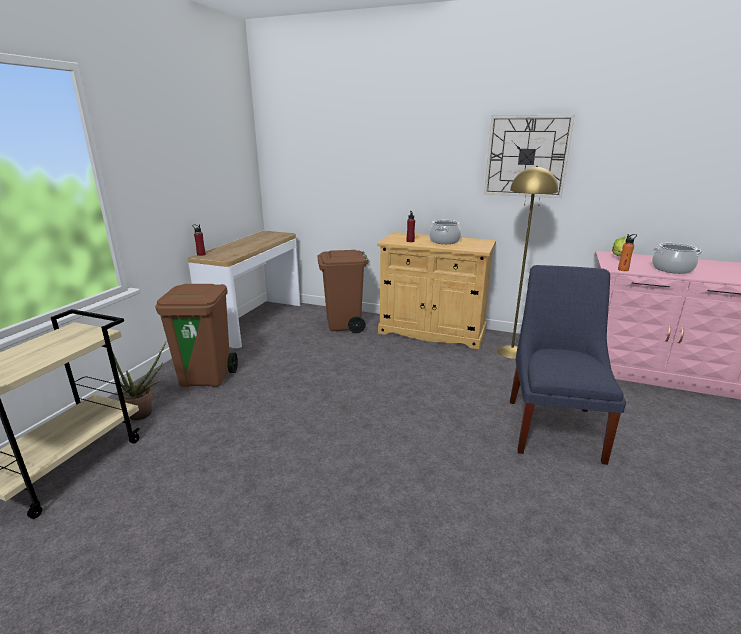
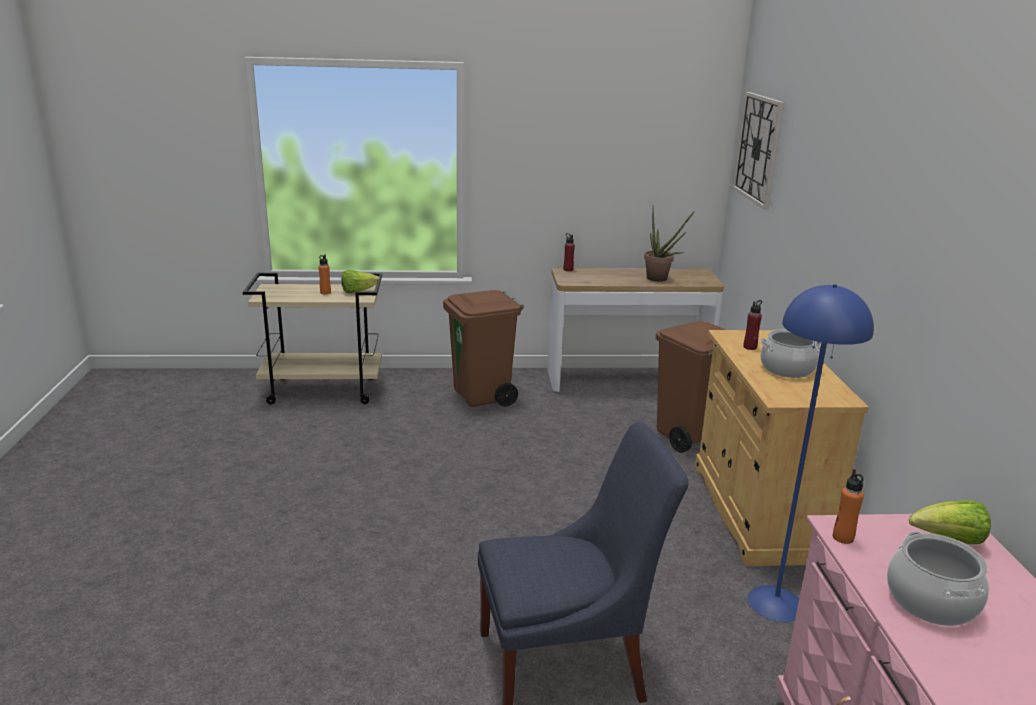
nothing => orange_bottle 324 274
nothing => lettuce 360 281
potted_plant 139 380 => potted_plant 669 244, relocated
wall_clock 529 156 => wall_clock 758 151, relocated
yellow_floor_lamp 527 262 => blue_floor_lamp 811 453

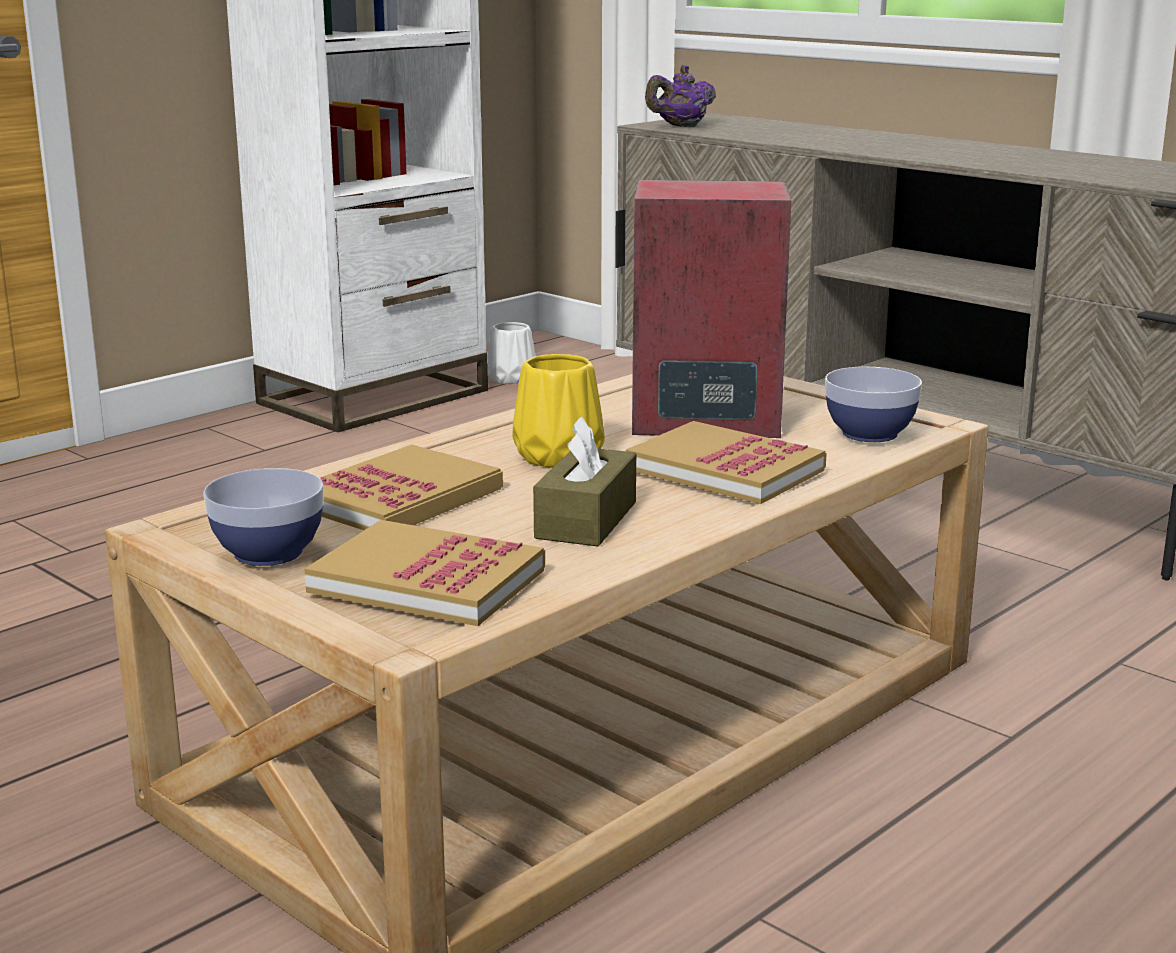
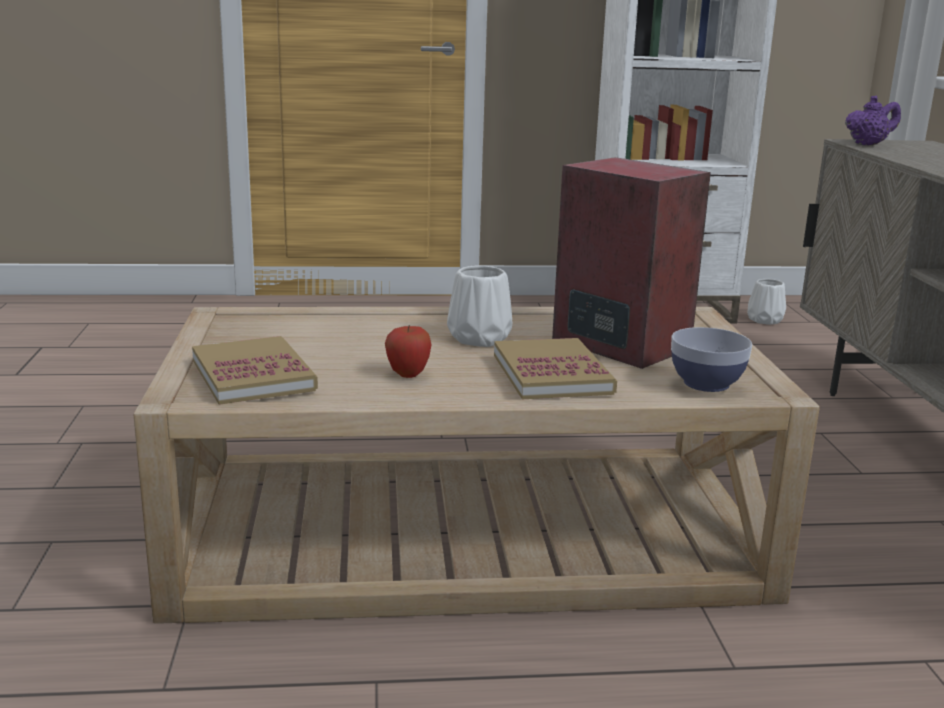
bowl 264 517 => nothing
book 411 487 => nothing
brown_tissue_box 584 481 => apple 408 351
yellow_vase 558 411 => white_vase 479 306
purple_teapot 680 96 => purple_teapot 873 121, 150 degrees clockwise

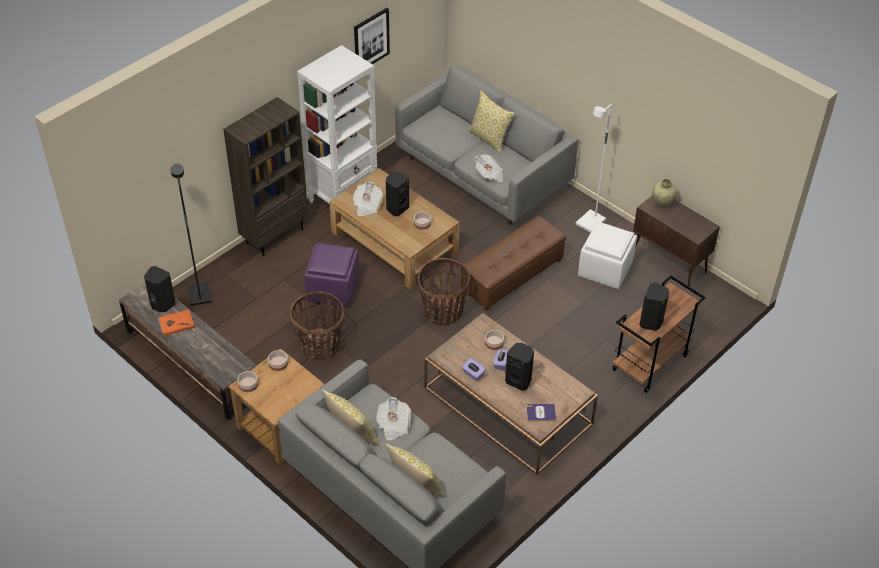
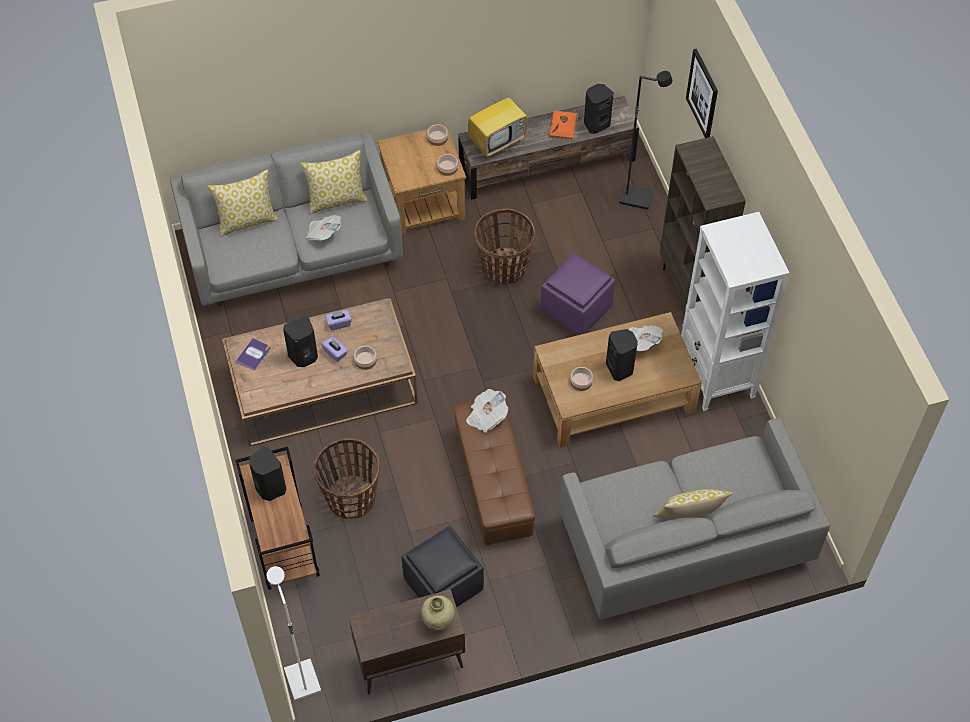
nothing => television 497 125
picture 372 36 => picture 702 93, relocated
basket 443 291 => basket 347 478, relocated
newspaper 489 168 => newspaper 487 411, relocated
white_floor_lamp 594 168 => white_floor_lamp 294 633, relocated
white_ottoman 607 255 => black_ottoman 443 566

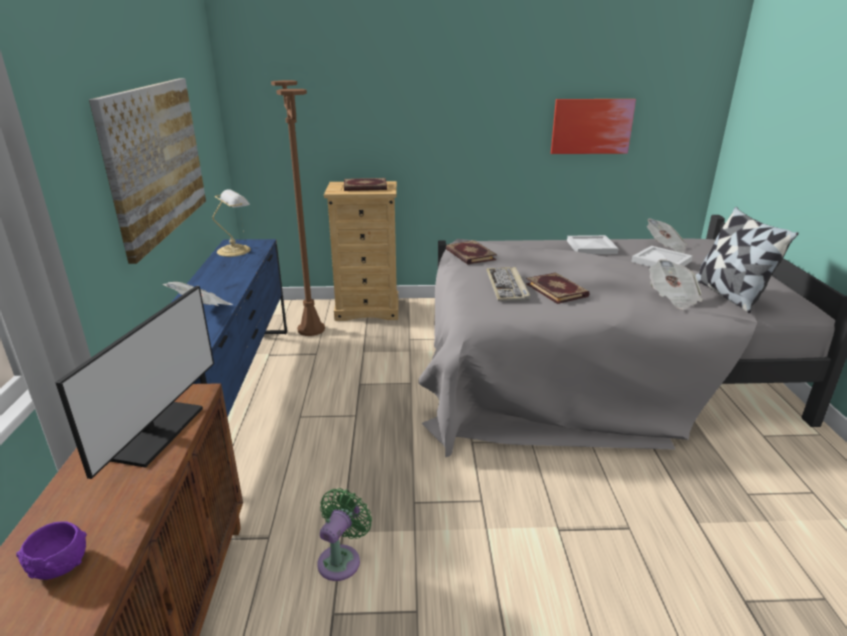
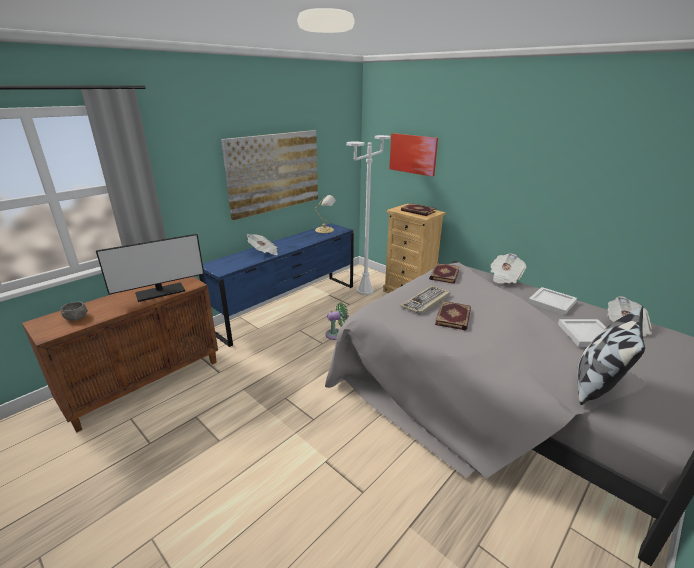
green_fan 344 534 => green_fan 337 321, relocated
picture 593 126 => picture 413 155, relocated
newspaper 676 284 => newspaper 508 268, relocated
purple_bowl 51 550 => grey_bowl 74 311
brown_floor_lamp 298 208 => white_floor_lamp 368 215

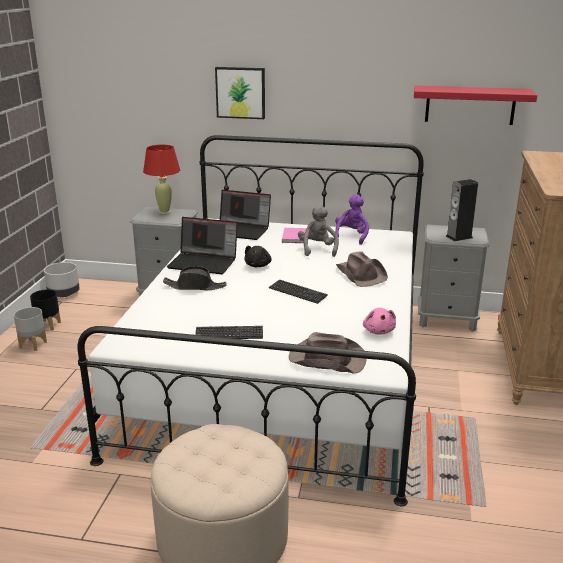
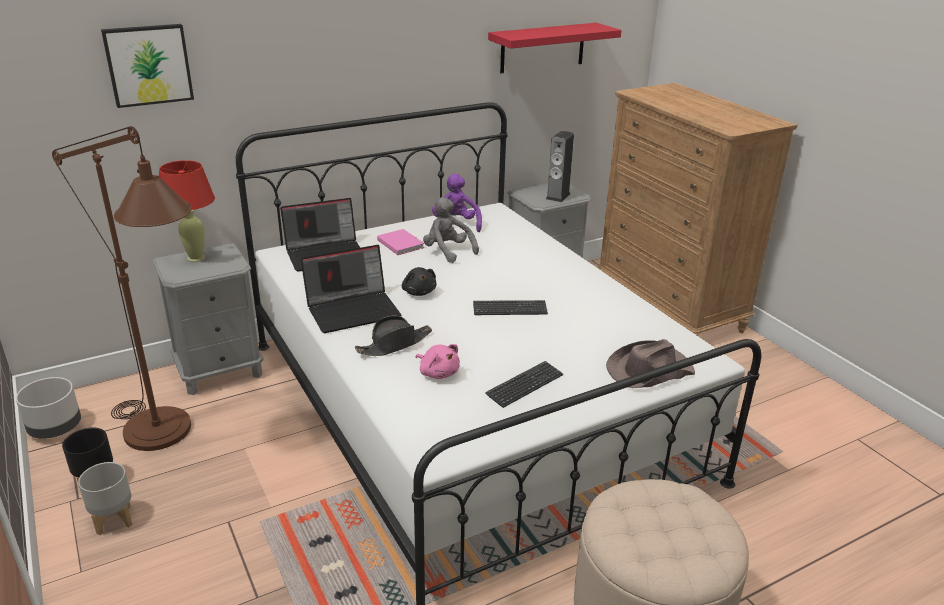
brown_hat 362 269 => nothing
nothing => brown_floor_lamp 121 288
picture 240 93 => picture 147 66, relocated
pink_plush_toy 379 321 => pink_plush_toy 438 361, relocated

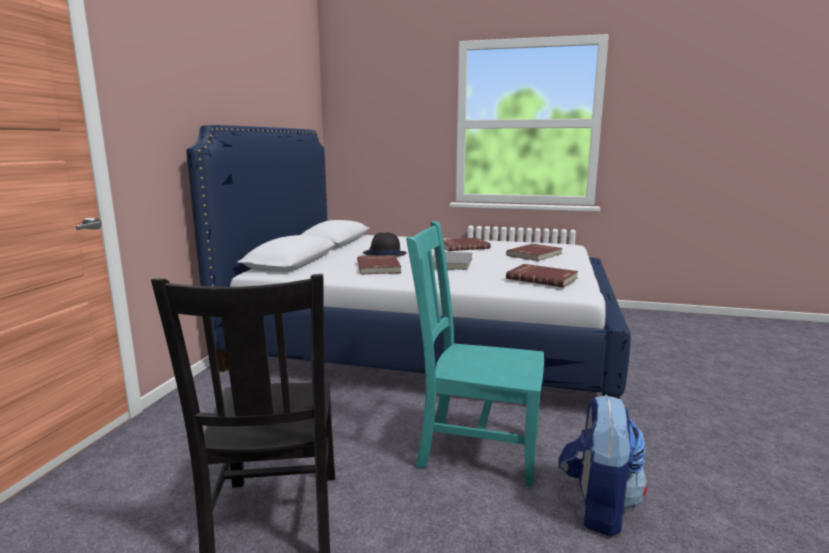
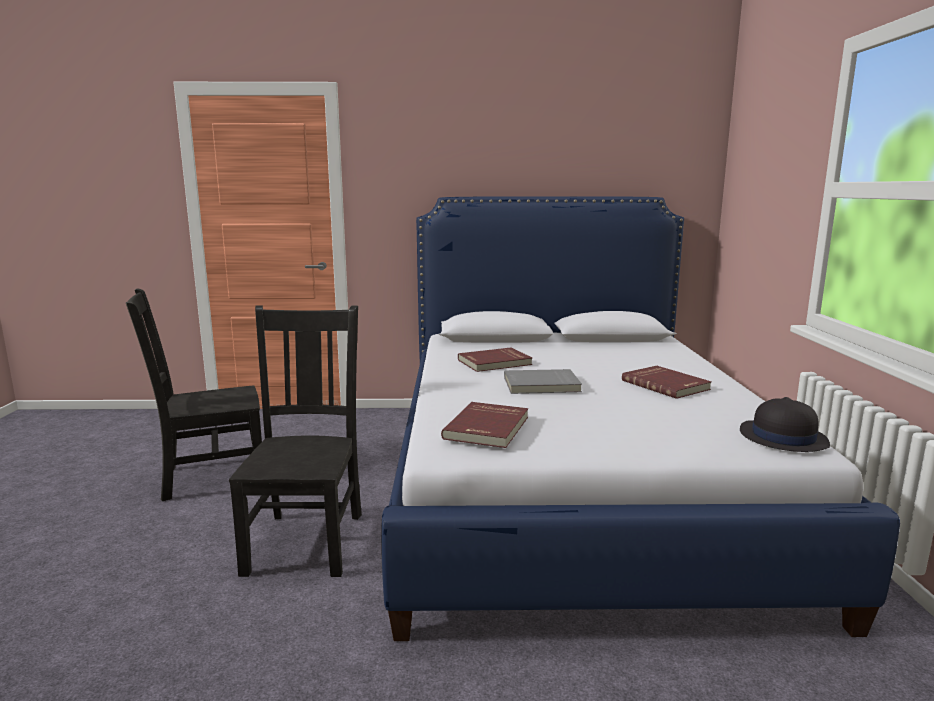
red_book 534 252 => nothing
backpack 602 465 => nothing
black_hat 384 244 => black_hat 785 424, relocated
turquoise_chair 475 354 => black_chair 295 441

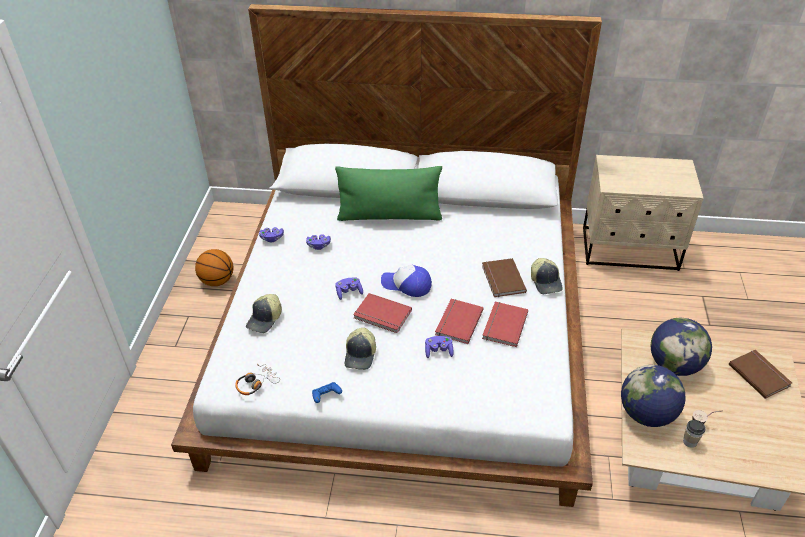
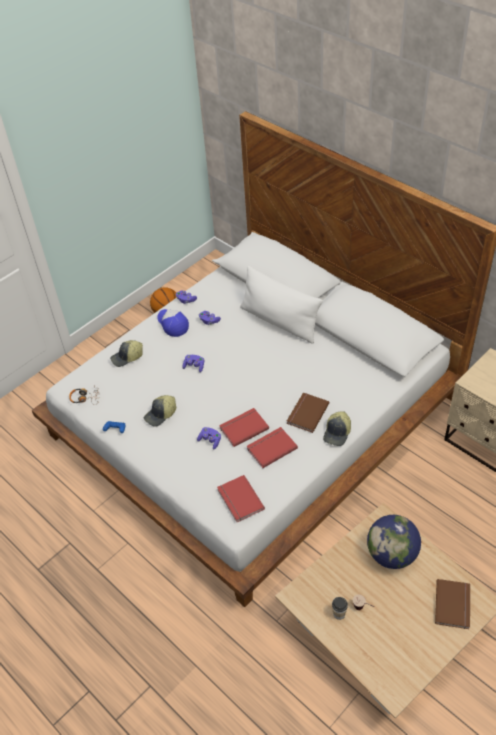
globe 653 396 => nothing
red_book 382 313 => red_book 241 498, relocated
cap 406 281 => cap 173 323, relocated
green_pillow 388 193 => white_pillow 281 305

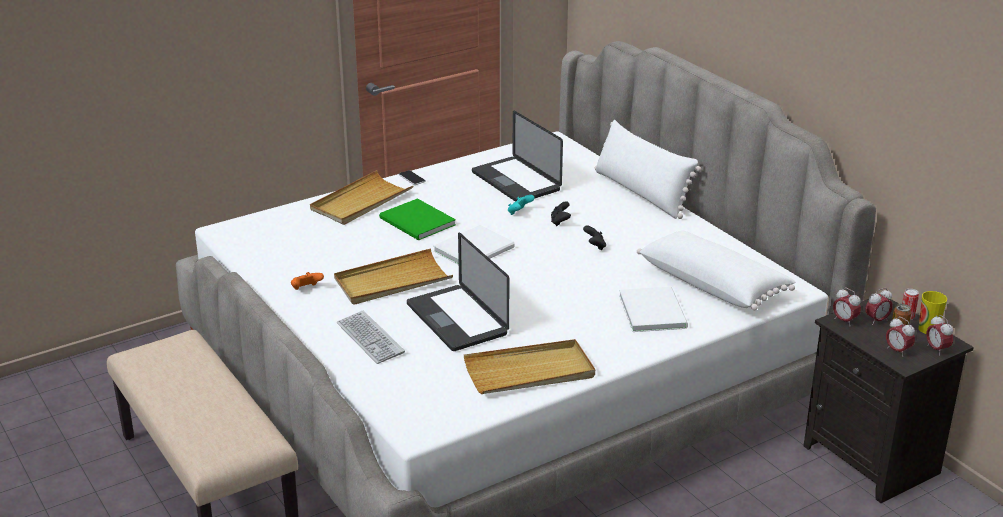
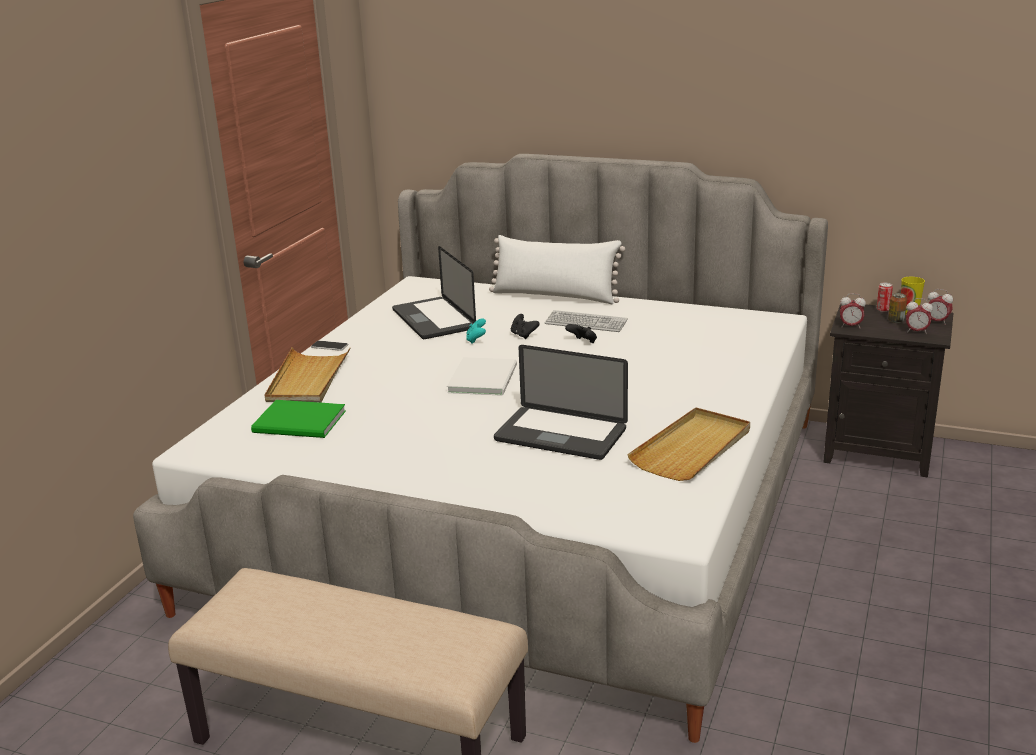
orange_game_controller 307 281 => nothing
beige_tray 393 276 => nothing
white_book 653 309 => nothing
white_pillow 716 270 => nothing
alarm_clock 879 306 => nothing
keyboard 371 337 => keyboard 586 321, relocated
green_book 417 219 => green_book 298 419, relocated
laptop 517 156 => laptop 434 292, 45 degrees clockwise

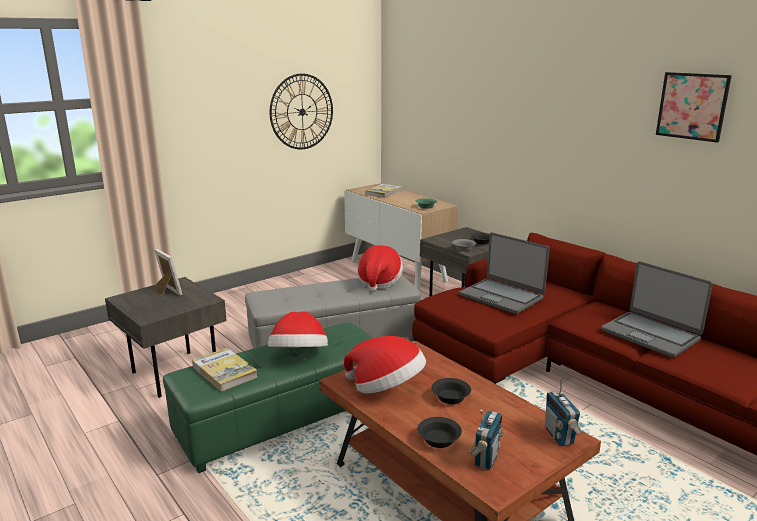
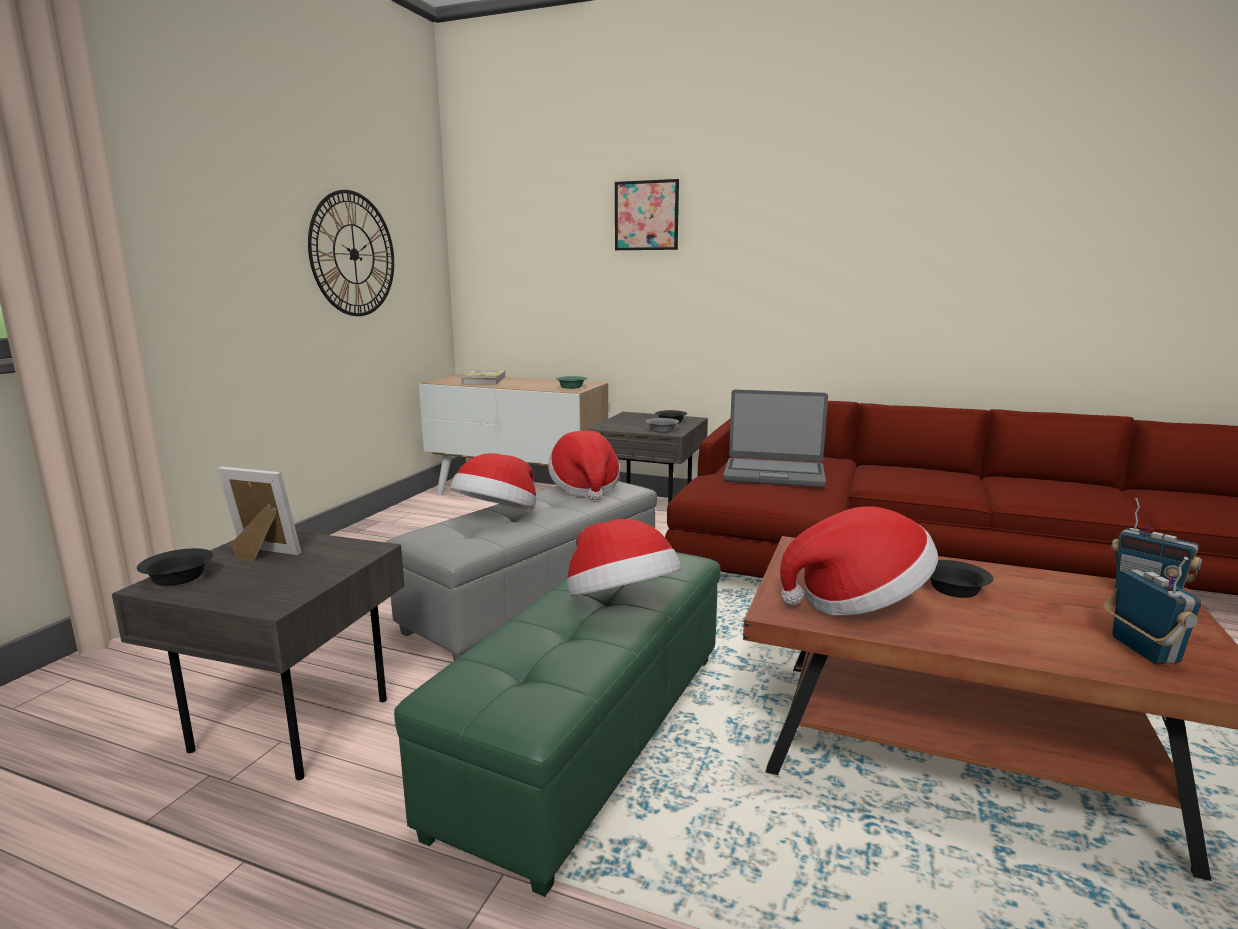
book 225 370 => nothing
laptop 657 309 => nothing
nothing => hat 493 481
black_bowl 440 432 => black_bowl 175 567, relocated
picture 694 107 => picture 647 214, relocated

